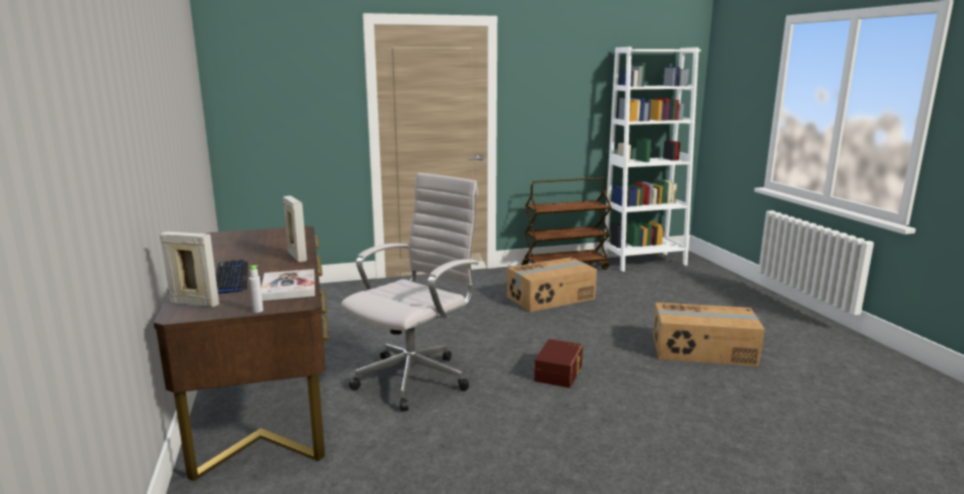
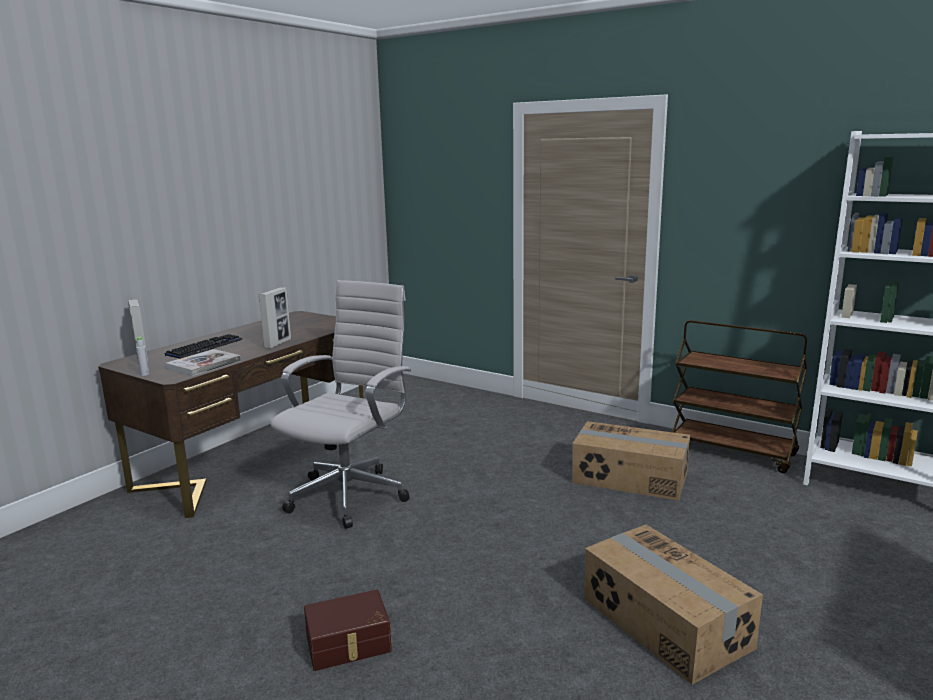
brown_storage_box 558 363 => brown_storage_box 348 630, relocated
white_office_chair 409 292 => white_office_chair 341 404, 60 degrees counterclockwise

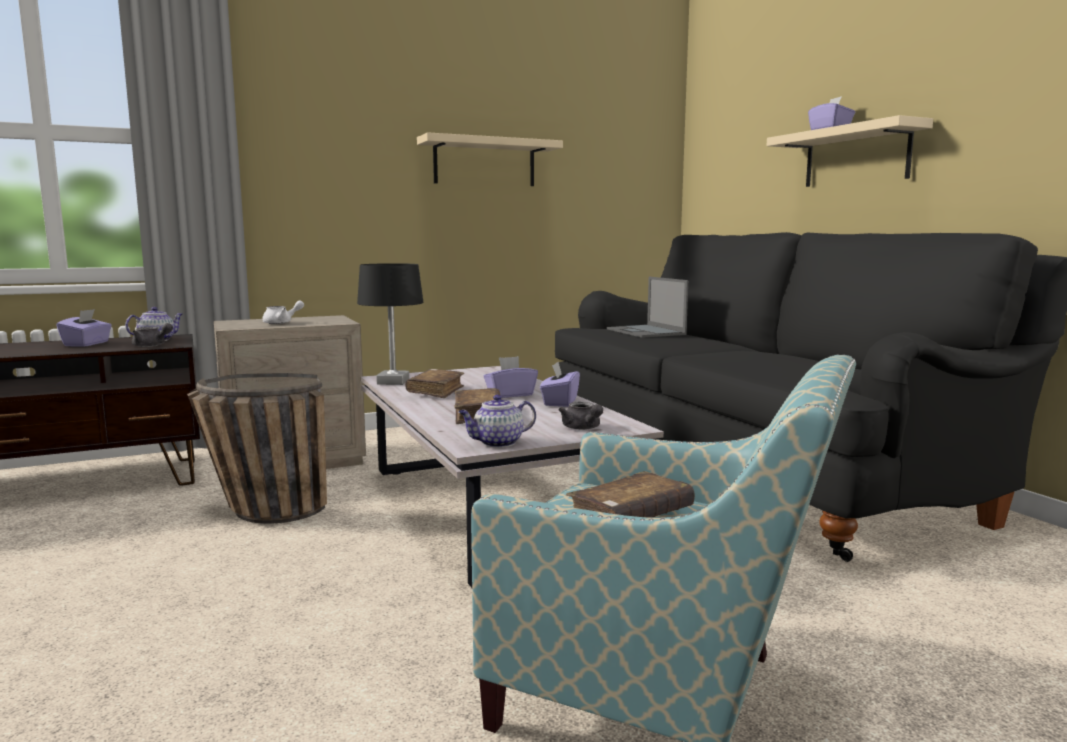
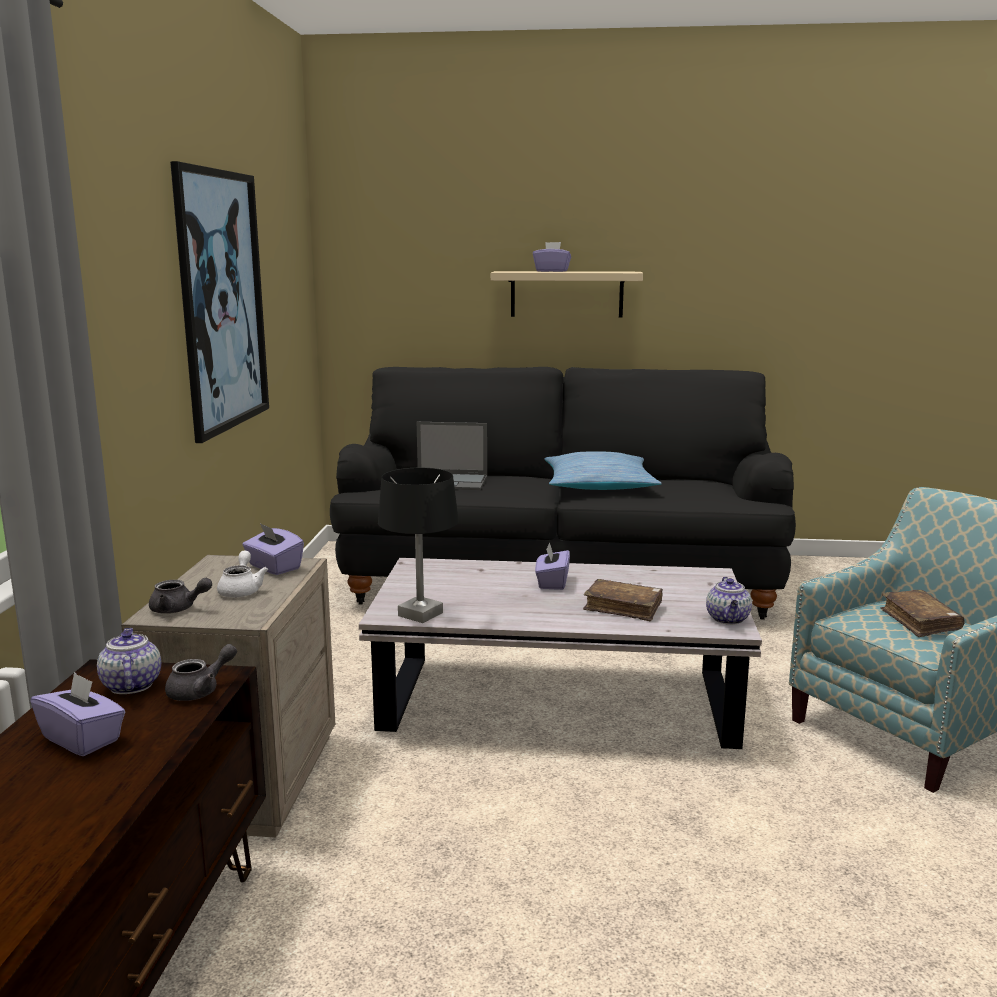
basket 257 448 => nothing
brown_book 434 383 => nothing
nothing => pillow 603 470
purple_tissue_box 560 384 => purple_tissue_box 273 549, relocated
grey_teapot 581 416 => grey_teapot 180 596, relocated
beige_shelf 490 159 => picture 219 302

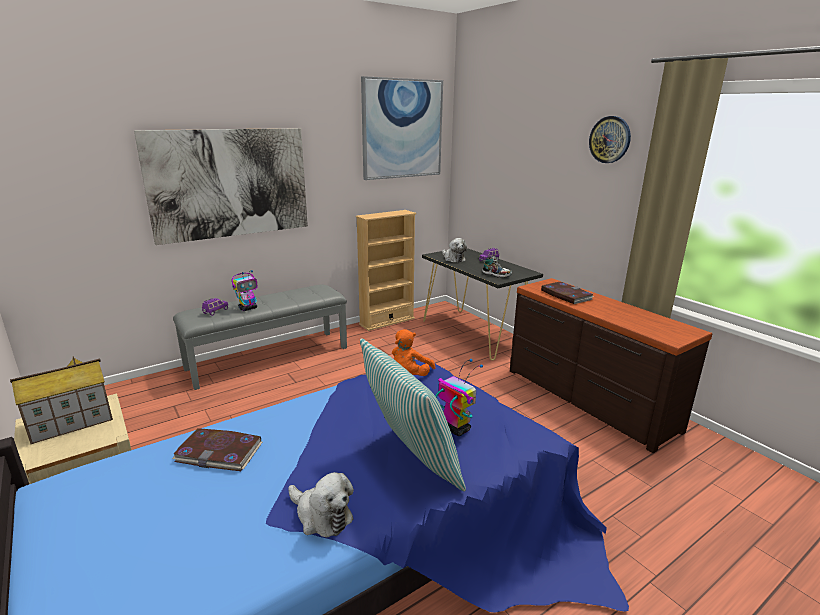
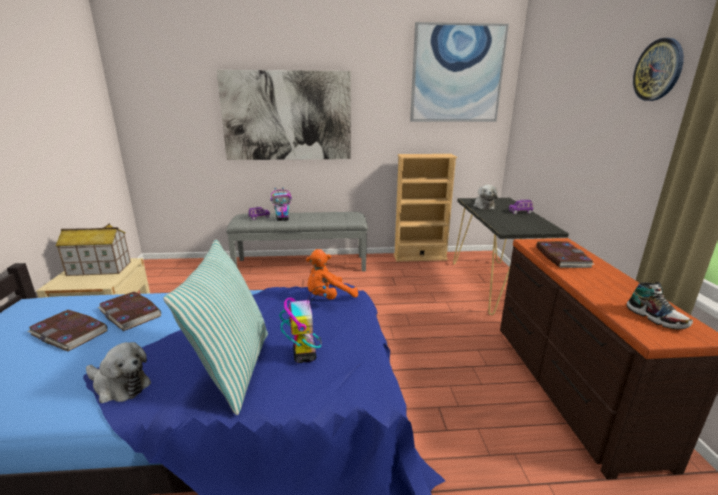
nothing => book 68 331
shoe 497 266 => shoe 660 305, relocated
plush_toy 321 504 => plush_toy 118 372, 45 degrees counterclockwise

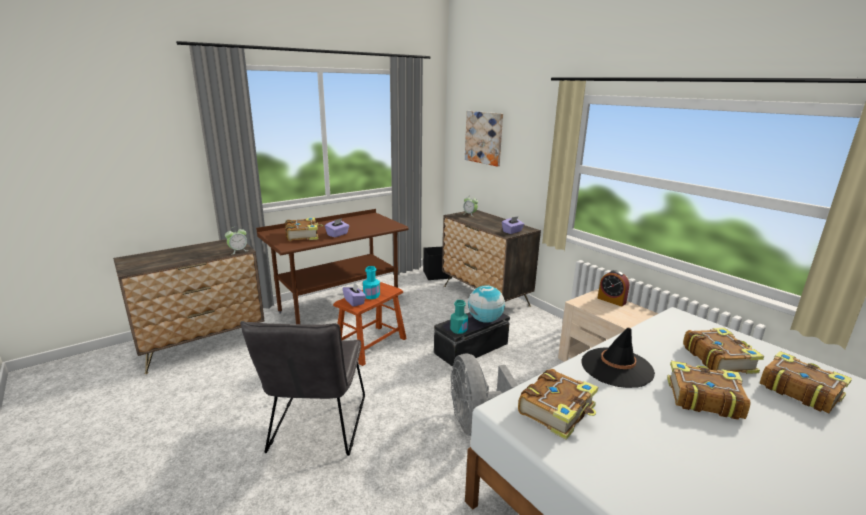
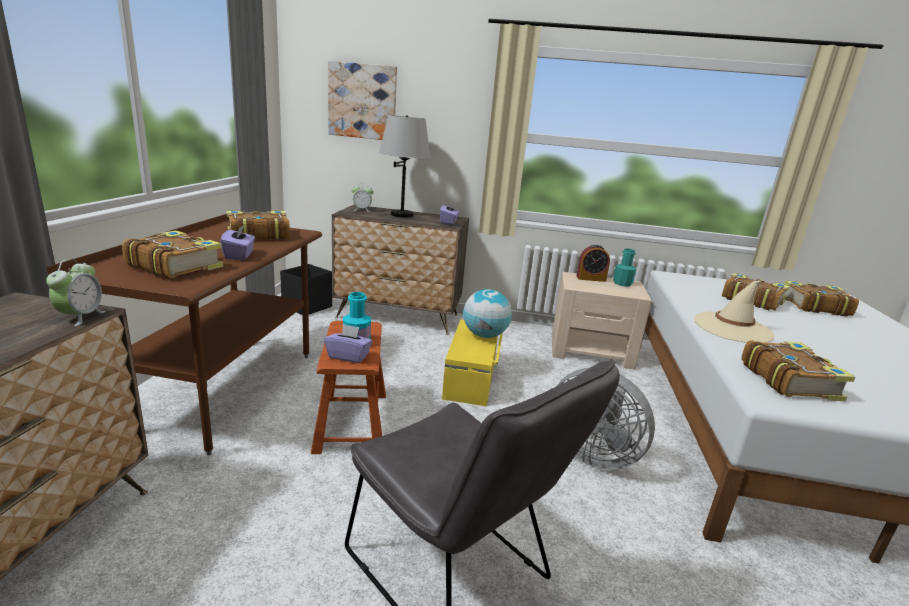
nothing => grey_table_lamp 404 166
turquoise_bottle 459 317 => turquoise_bottle 624 267, relocated
book 709 390 => book 258 226, relocated
black_storage_box 472 339 => yellow_storage_box 472 362
black_hat 618 358 => beige_hat 734 312

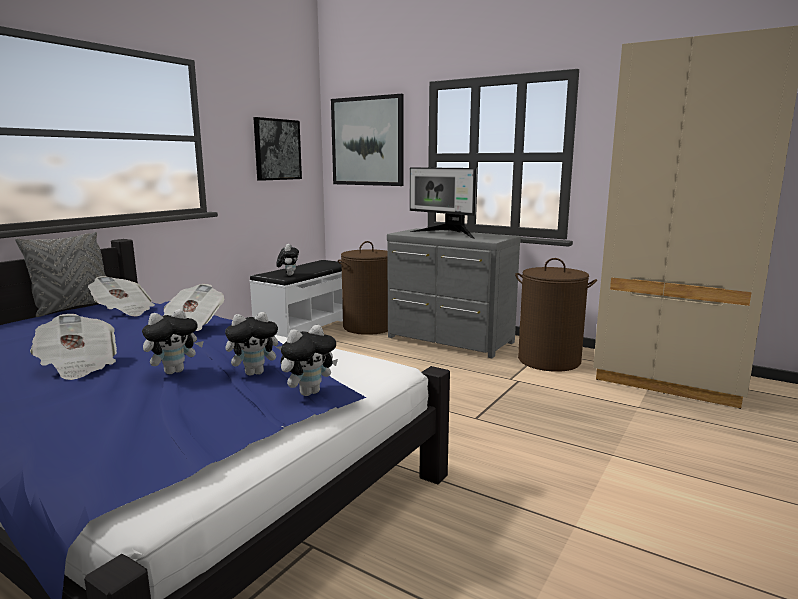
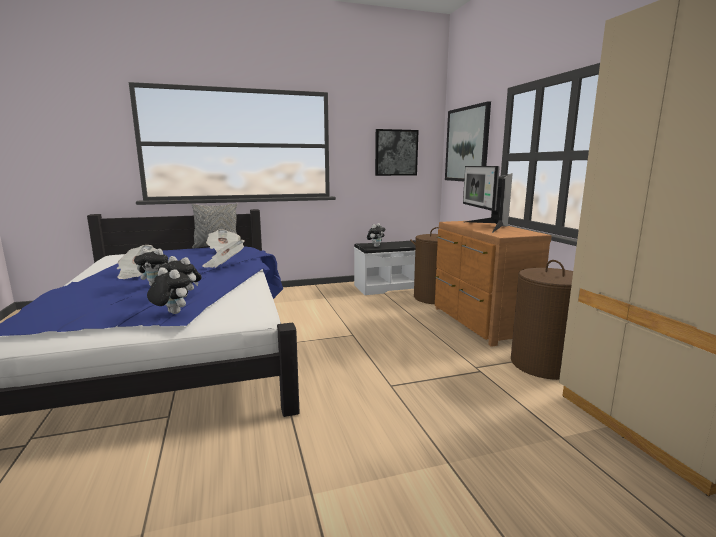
grey_dresser 454 293 => brown_dresser 493 284
plush_toy 309 360 => plush_toy 169 291, 150 degrees counterclockwise

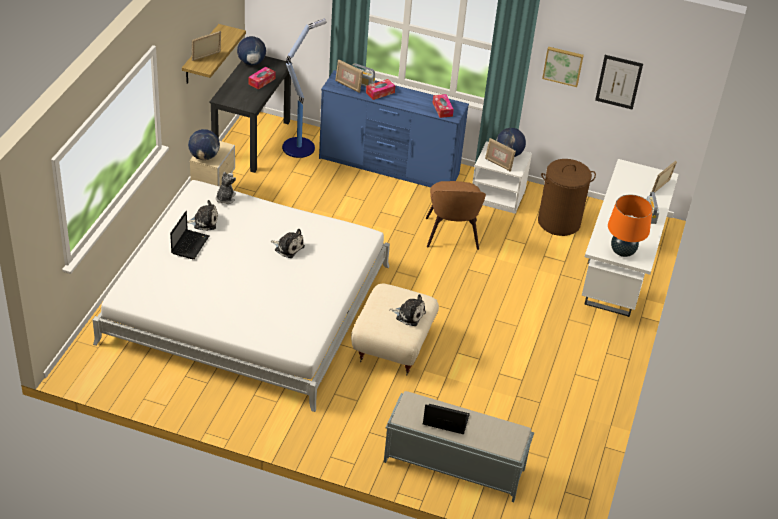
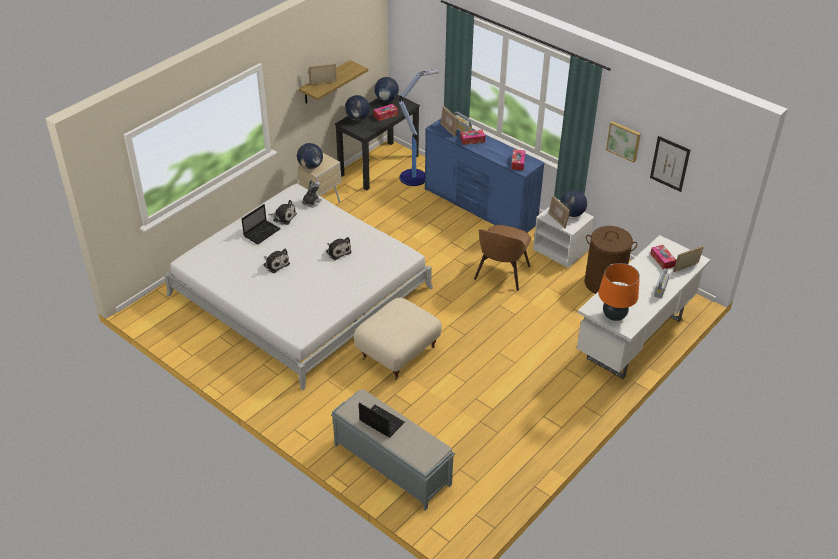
nothing => globe 357 108
nothing => tissue_box 663 257
plush_toy 407 310 => plush_toy 277 260, relocated

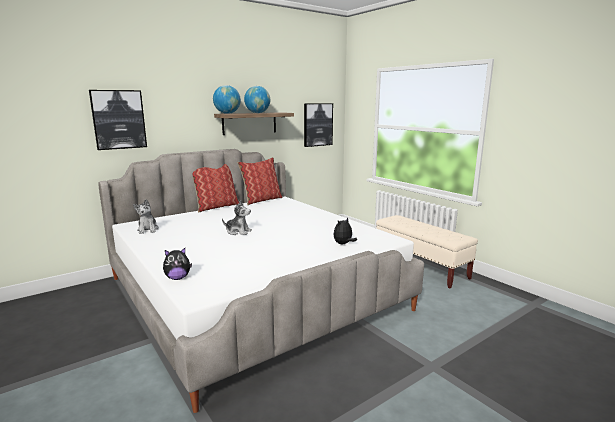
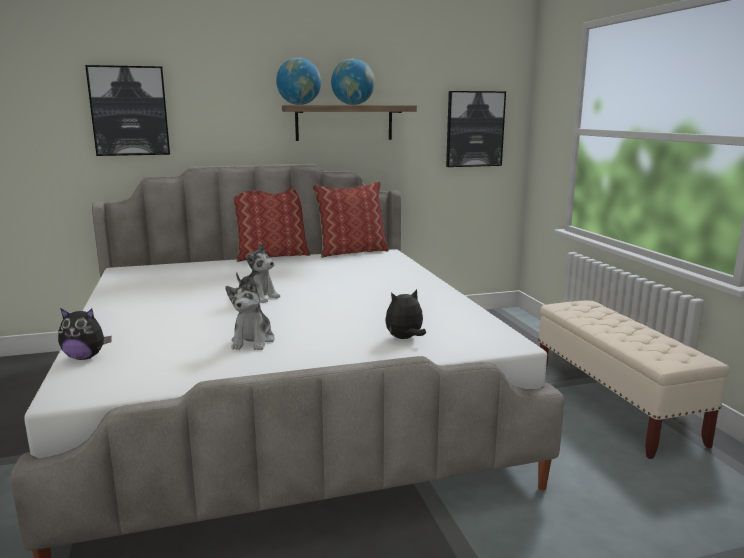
plush_toy 146 216 => plush_toy 250 313, relocated

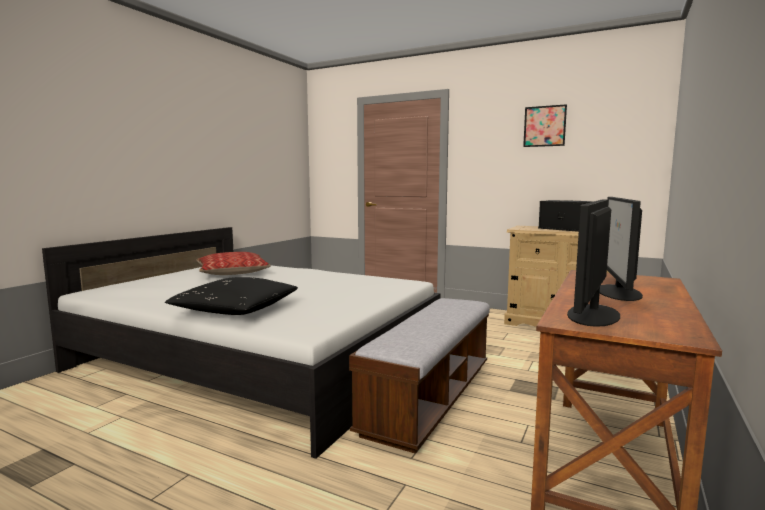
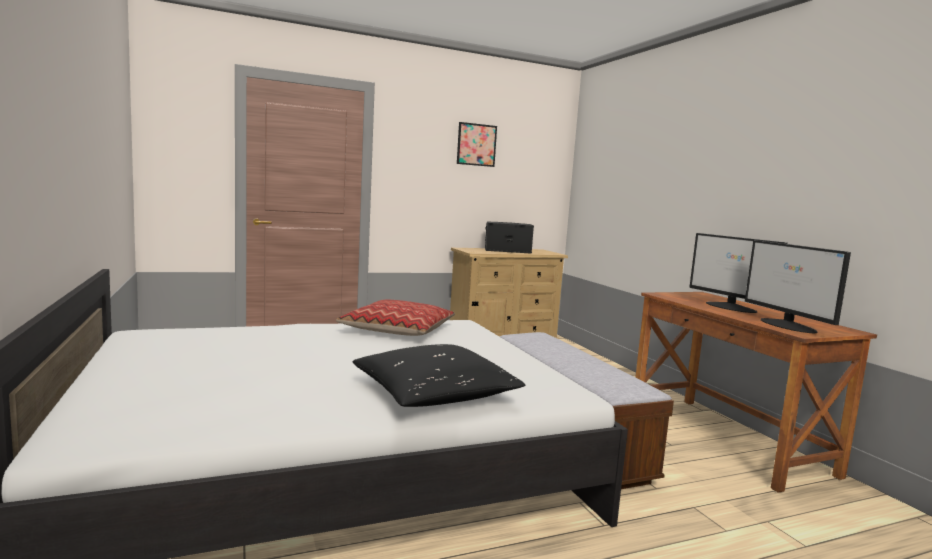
pillow 233 263 => pillow 395 318, relocated

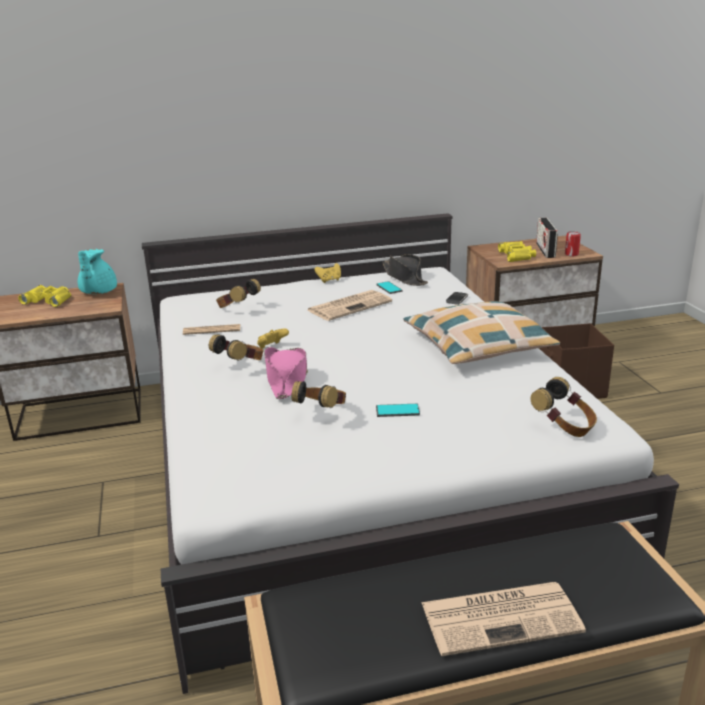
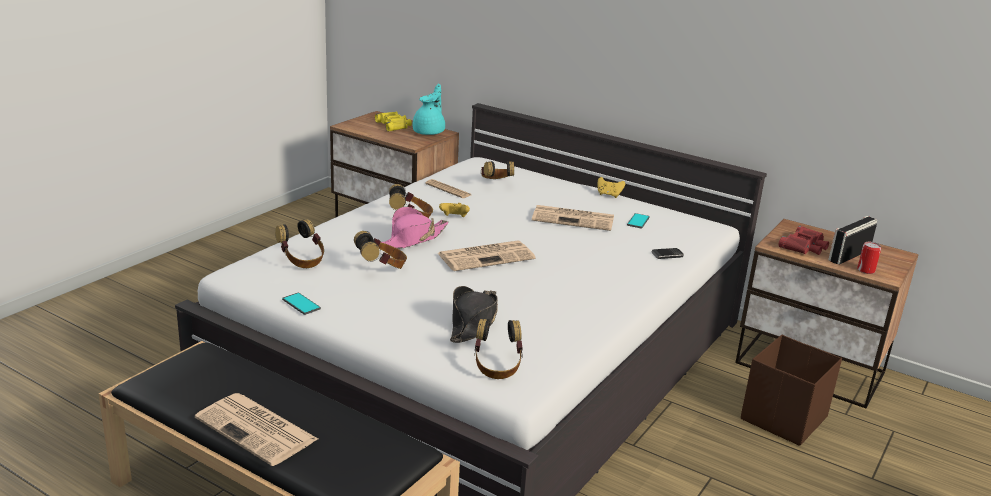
pillow 482 332 => nothing
nothing => headphones 299 243
nothing => newspaper 486 256
phone 398 410 => phone 301 304, relocated
black_hat 405 270 => black_hat 474 314, relocated
yellow_binoculars 517 251 => red_binoculars 804 240
turquoise_teapot 97 271 => turquoise_teapot 429 109, 150 degrees clockwise

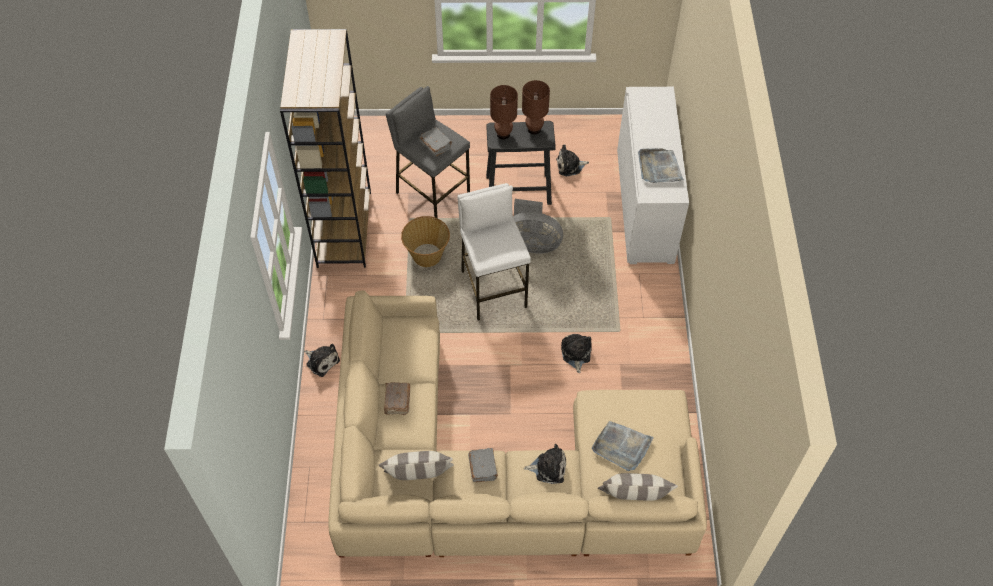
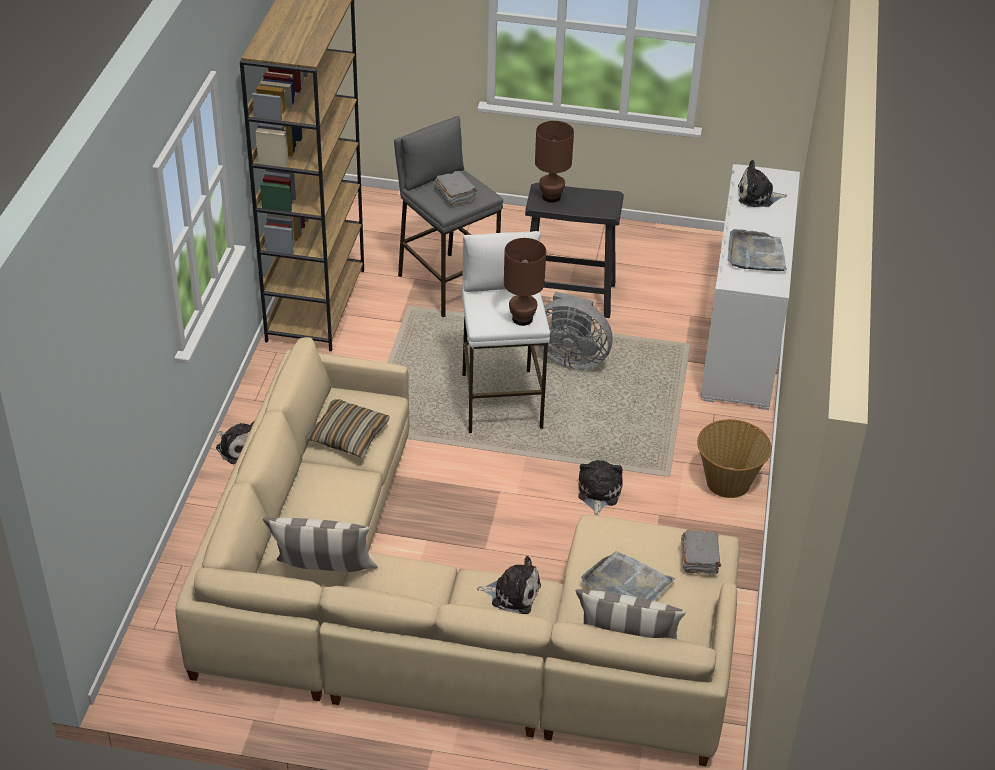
brown_book 397 398 => nothing
nothing => pillow 347 428
basket 425 241 => basket 734 458, relocated
grey_book 483 465 => grey_book 701 552, relocated
brown_table_lamp 536 107 => brown_table_lamp 525 282, relocated
plush_toy 572 160 => plush_toy 762 183, relocated

